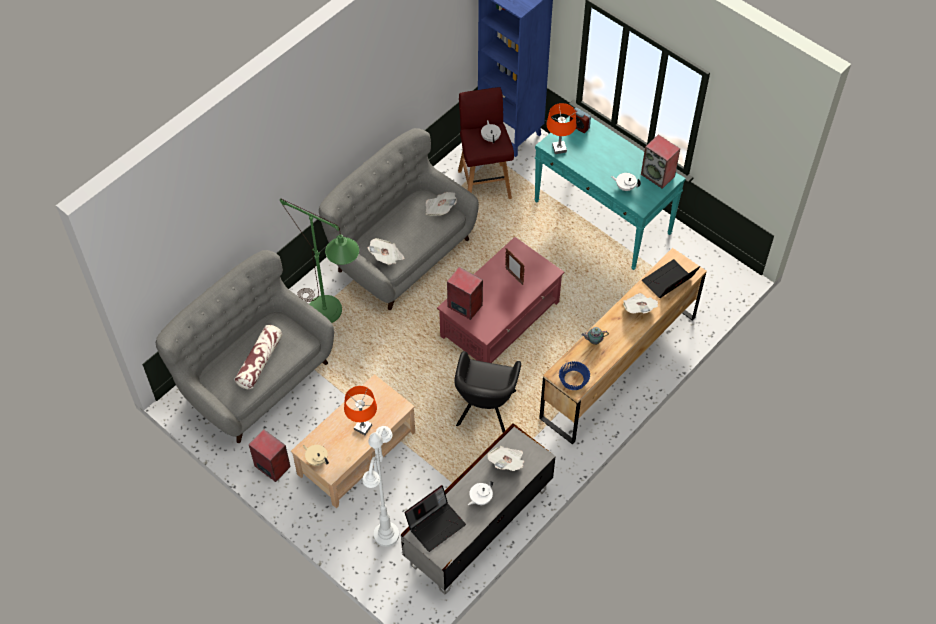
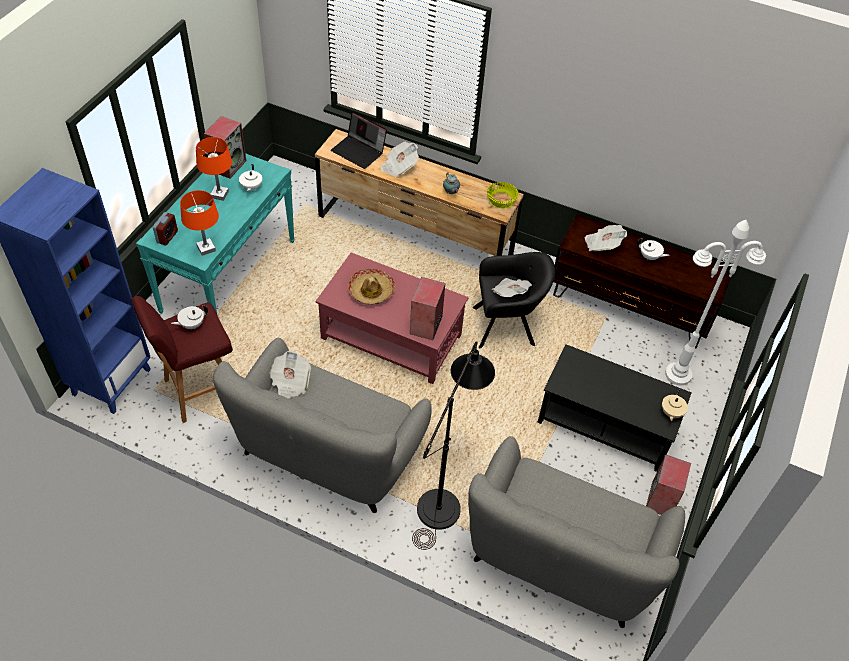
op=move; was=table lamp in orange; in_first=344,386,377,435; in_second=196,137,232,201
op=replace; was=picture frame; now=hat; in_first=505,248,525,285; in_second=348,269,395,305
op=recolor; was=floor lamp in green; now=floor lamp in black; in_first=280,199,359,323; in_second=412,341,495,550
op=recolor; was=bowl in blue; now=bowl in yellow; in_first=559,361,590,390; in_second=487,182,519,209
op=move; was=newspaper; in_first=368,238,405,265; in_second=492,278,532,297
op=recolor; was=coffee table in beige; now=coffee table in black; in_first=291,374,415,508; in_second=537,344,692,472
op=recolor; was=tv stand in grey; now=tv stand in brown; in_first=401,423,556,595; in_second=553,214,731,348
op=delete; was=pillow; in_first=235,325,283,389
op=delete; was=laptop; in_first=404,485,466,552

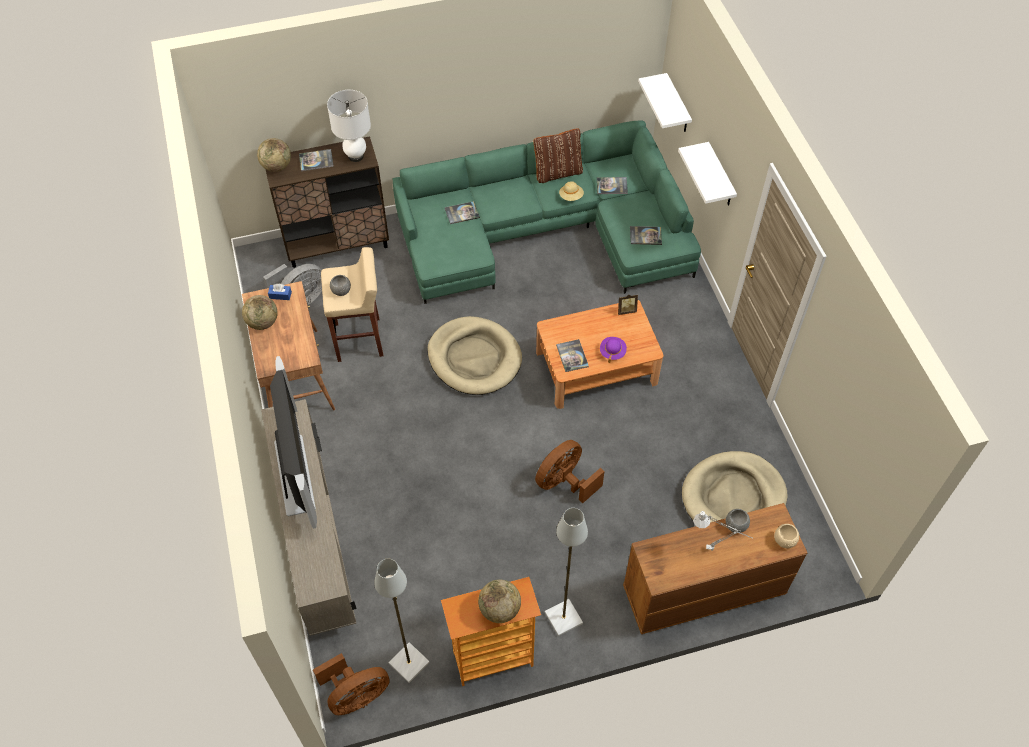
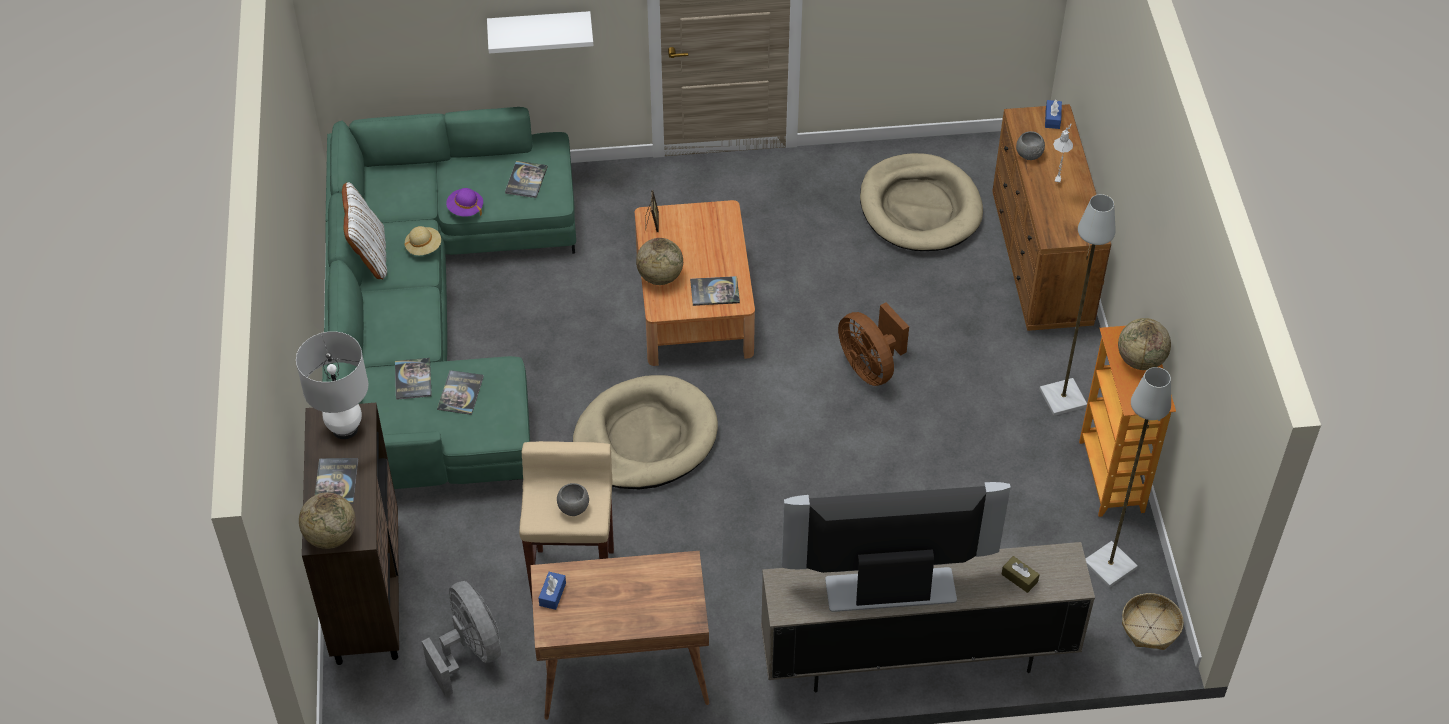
op=recolor; was=pillow in brown; now=pillow in white; in_first=533,129,583,183; in_second=342,182,387,279
op=move; was=book; in_first=597,177,628,194; in_second=437,370,484,415
op=move; was=hat in purple; in_first=600,337,627,363; in_second=446,188,483,217
op=move; was=globe; in_first=242,295,278,330; in_second=636,238,683,285
op=insert; now=tissue box in brown; in_second=1001,556,1040,593
op=replace; was=bowl in beige; now=tissue box in blue; in_first=774,524,799,548; in_second=1045,100,1062,129
op=replace; was=fan in brown; now=basket; in_first=313,653,390,715; in_second=1122,593,1184,650
op=delete; was=shelf in white; in_first=638,73,692,132

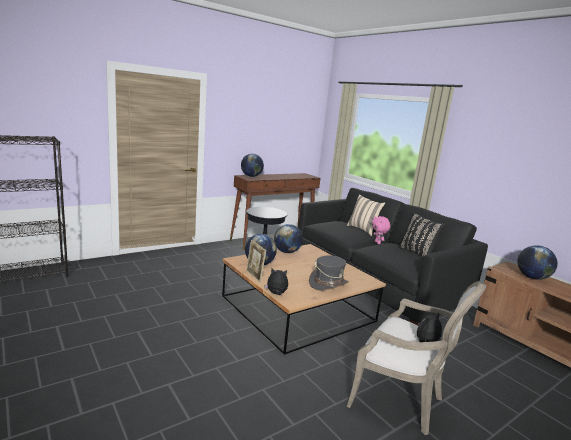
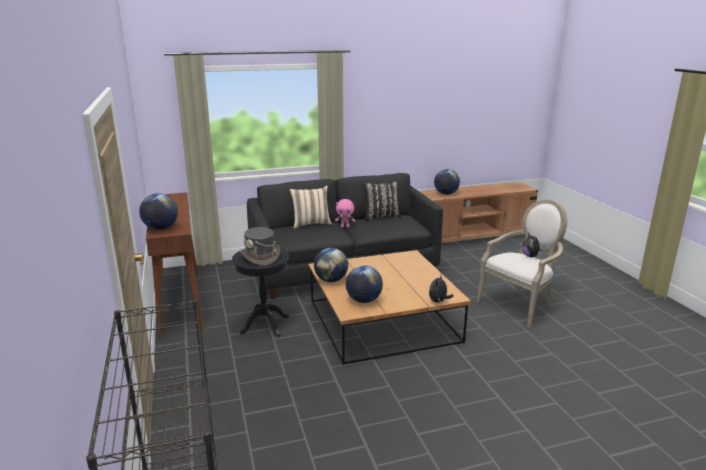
op=move; was=hat in grey; in_first=309,255,349,291; in_second=240,227,280,266
op=delete; was=picture frame; in_first=246,240,266,282

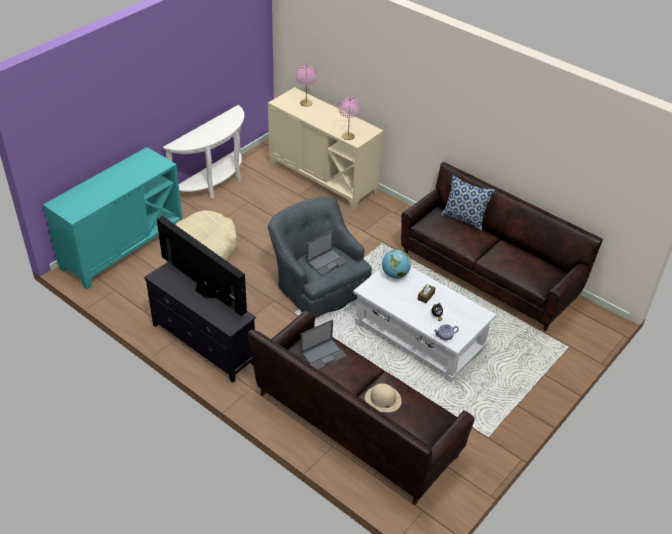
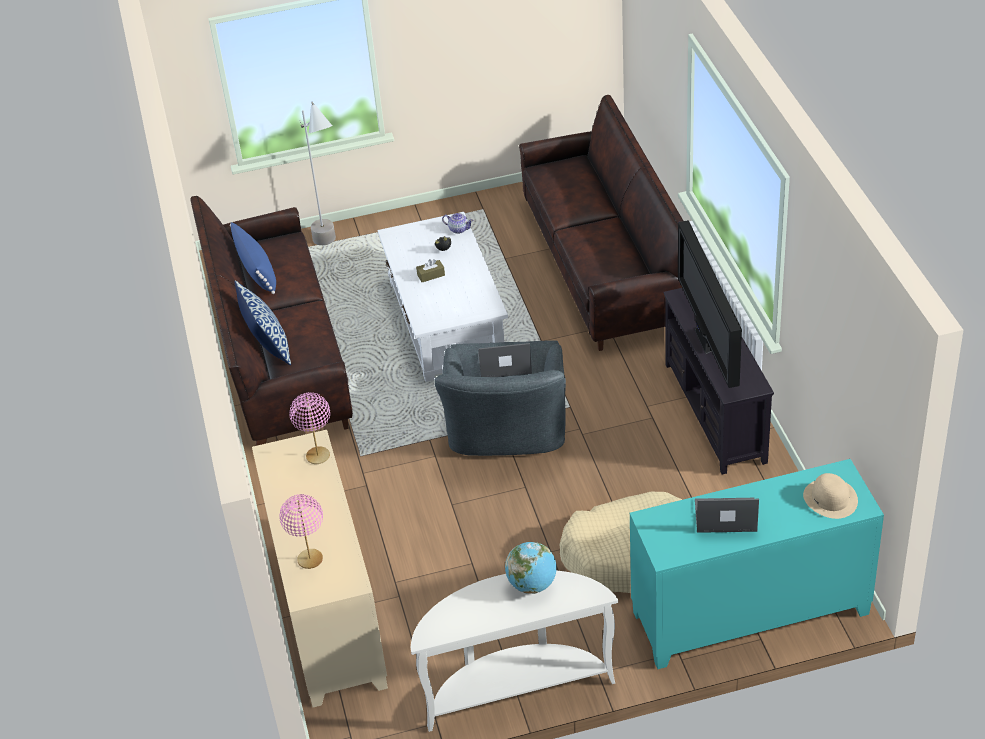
op=insert; now=pillow in blue; in_second=230,222,276,294
op=insert; now=floor lamp in grey; in_second=300,102,336,245
op=move; was=globe; in_first=382,249,411,279; in_second=505,542,557,594
op=move; was=laptop; in_first=300,319,347,370; in_second=695,498,759,533
op=move; was=hat in beige; in_first=365,383,402,413; in_second=803,473,858,519

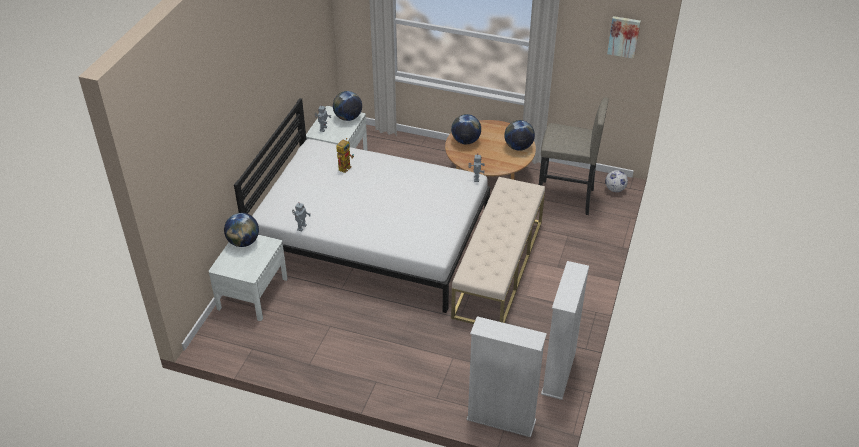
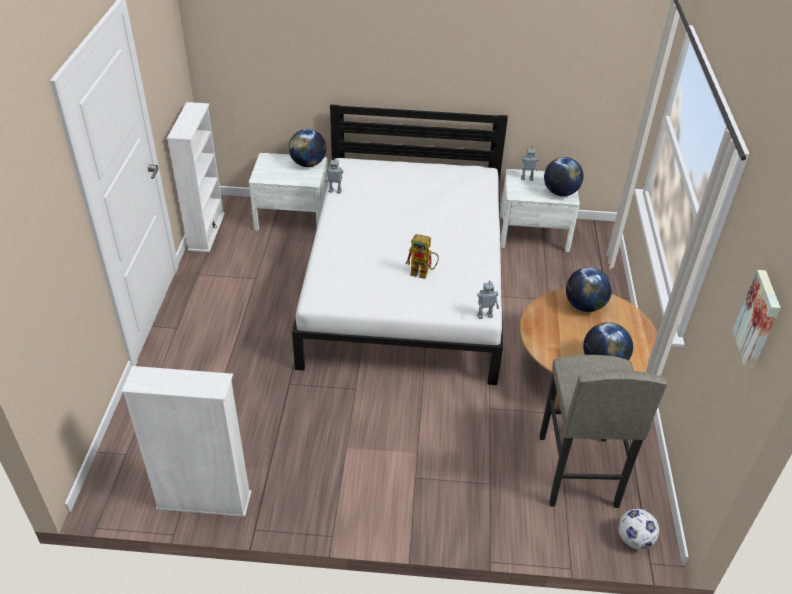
op=move; was=bookcase in white; in_first=467,316,547,437; in_second=167,102,225,252
op=move; was=toy robot; in_first=336,138,354,173; in_second=406,234,439,279
op=delete; was=bench in beige; in_first=451,177,545,324

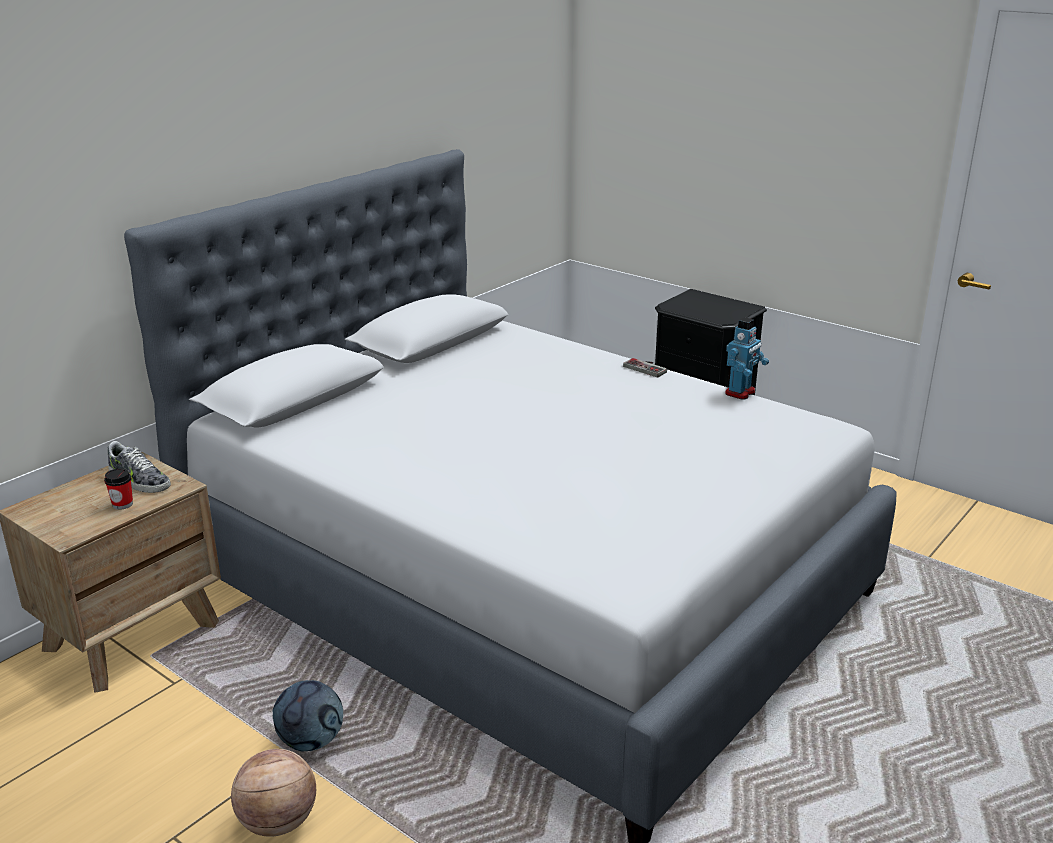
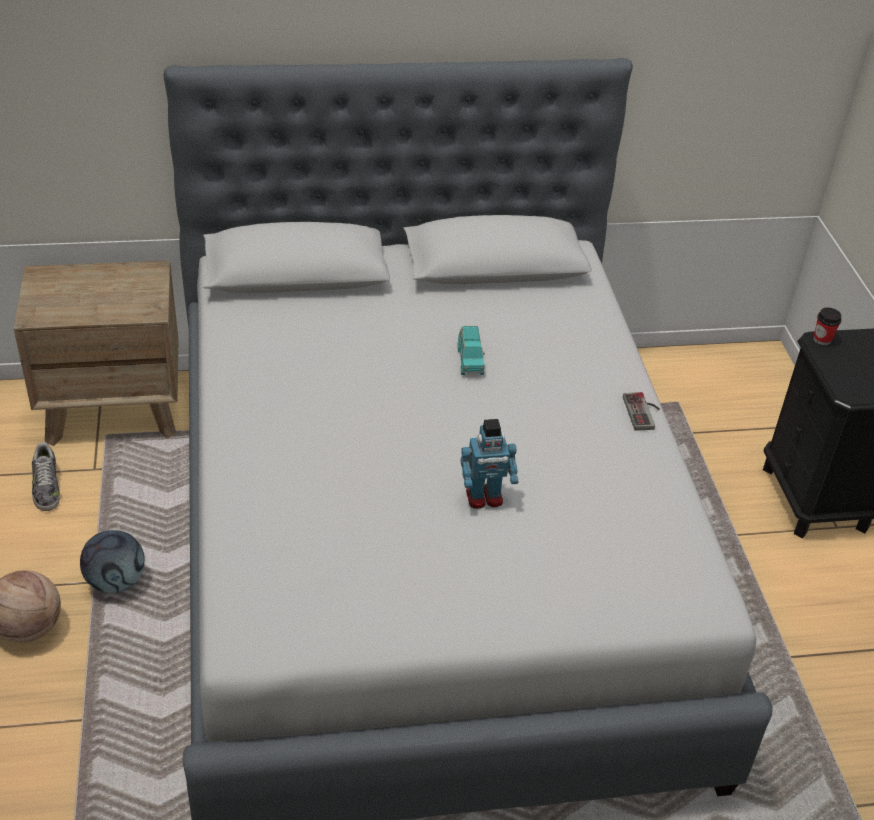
op=move; was=shoe; in_first=108,441,171,493; in_second=32,442,60,511
op=insert; now=toy car in turquoise; in_second=457,326,485,375
op=move; was=toy robot; in_first=725,317,769,400; in_second=461,419,519,509
op=move; was=cup; in_first=104,468,133,510; in_second=813,308,842,345

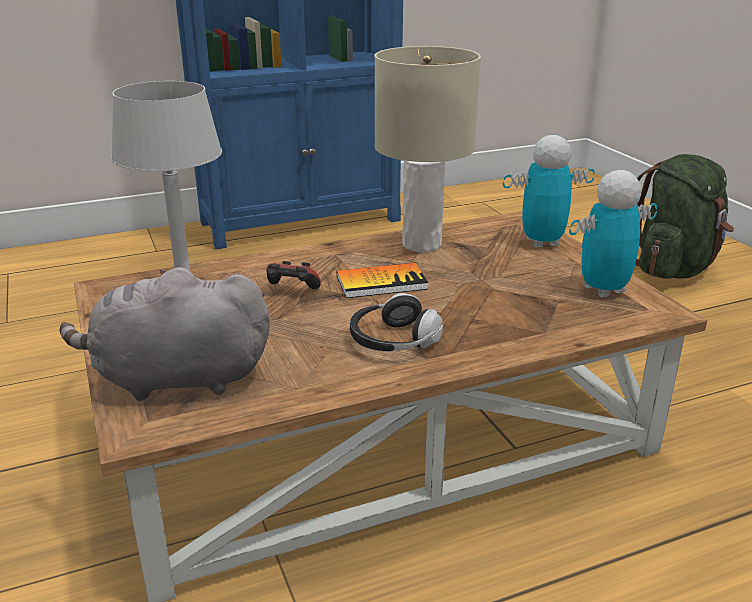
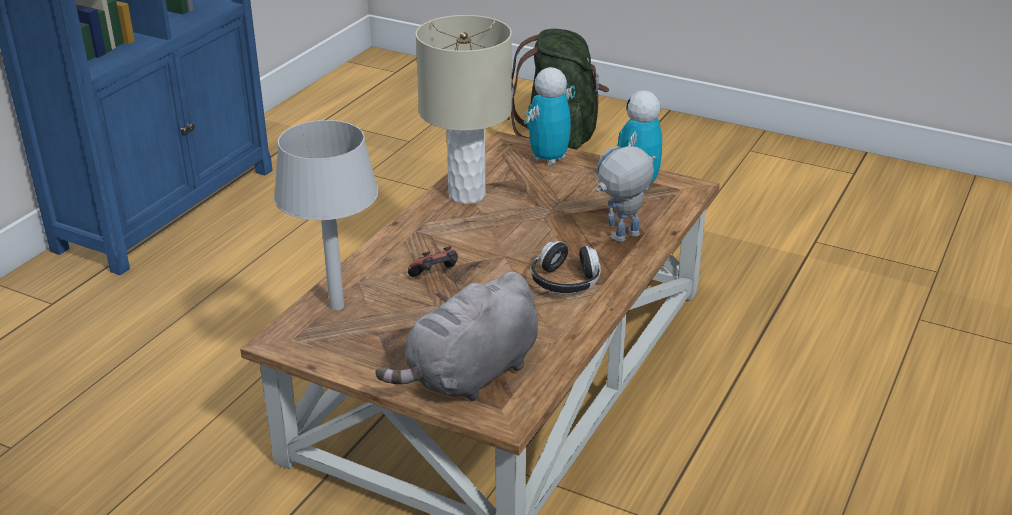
op=insert; now=toy robot; in_second=596,146,656,242
op=delete; was=book; in_first=337,263,428,298

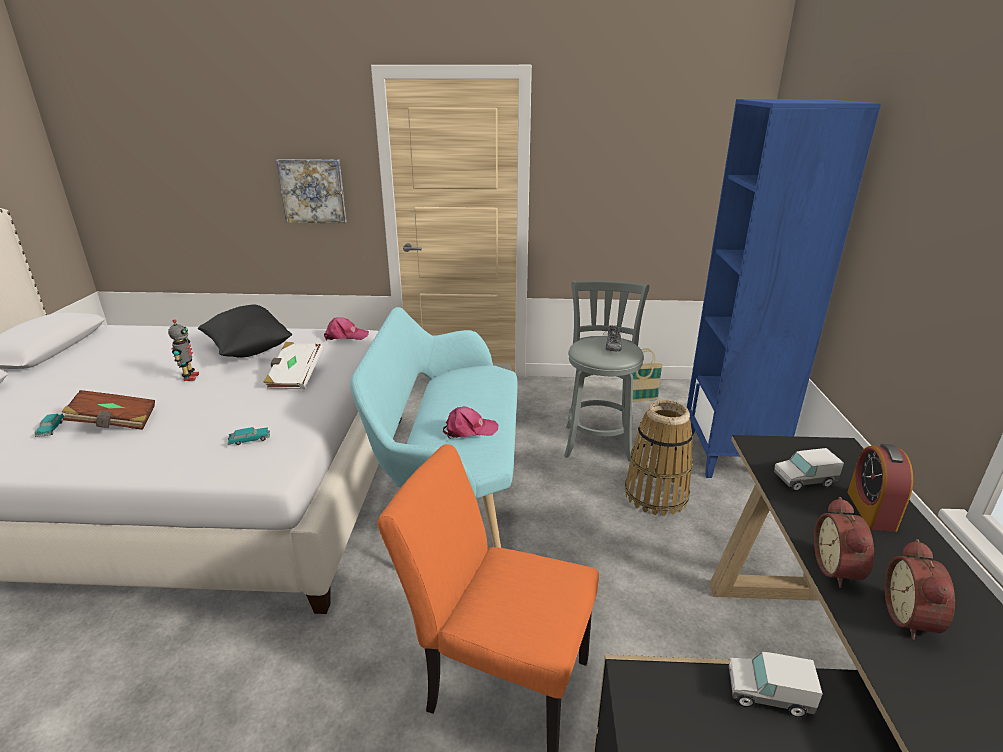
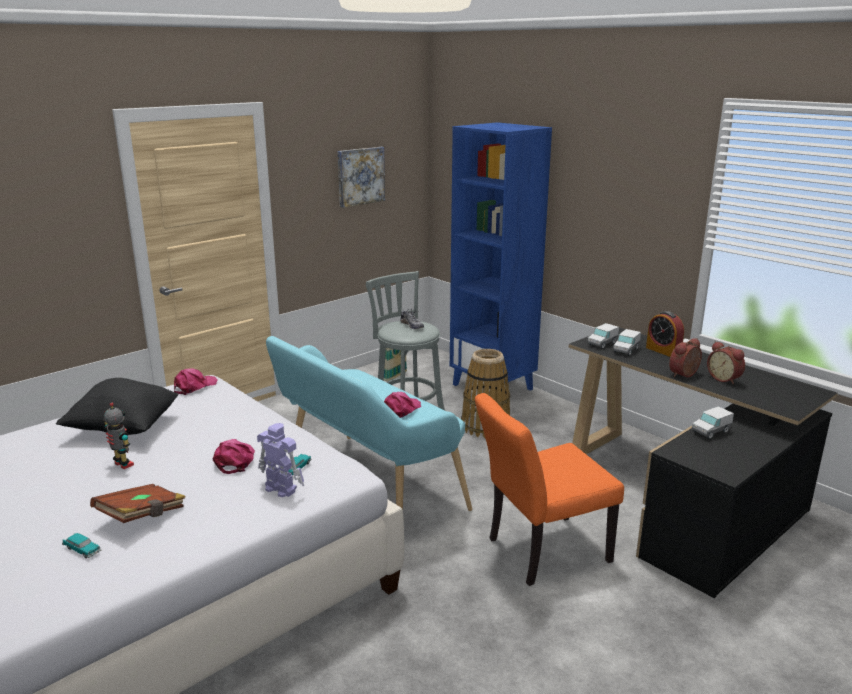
op=insert; now=cap in pink; in_second=213,439,255,474
op=insert; now=toy robot; in_second=257,423,304,497
op=move; was=picture; in_first=276,159,347,223; in_second=338,147,385,208
op=insert; now=toy truck; in_second=588,323,619,349
op=rotate; was=alarm clock; in_first=814,497,874,588; in_second=669,338,702,377; clockwise=90
op=delete; was=book in white; in_first=263,342,323,389

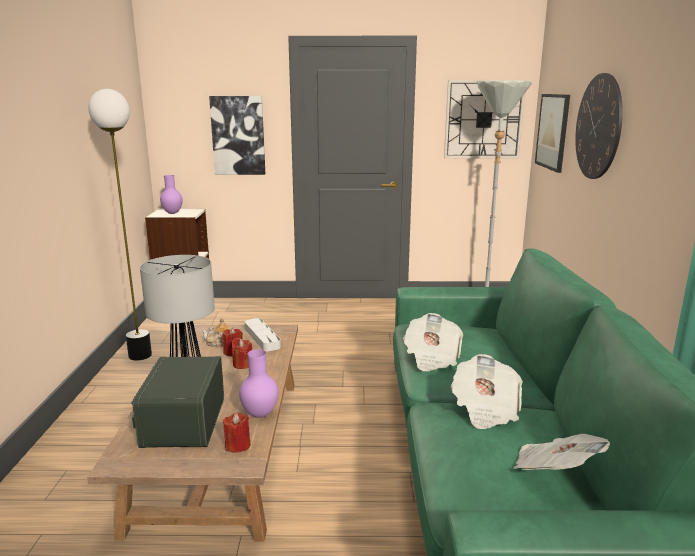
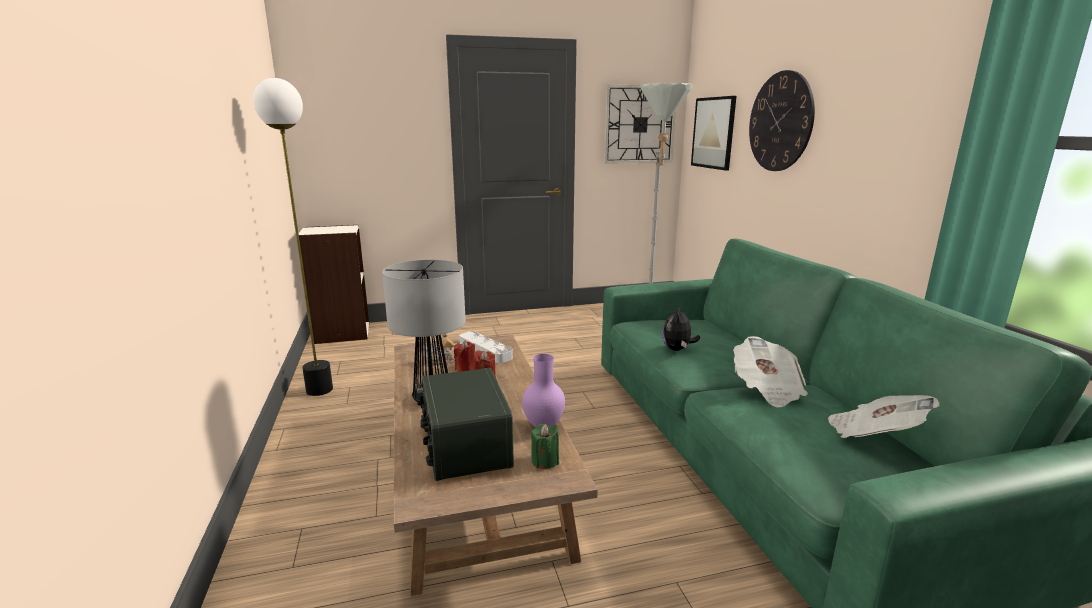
op=recolor; was=candle in red; now=candle in green; in_first=223,412,250,453; in_second=531,424,559,469
op=replace; was=newspaper; now=plush toy; in_first=403,313,464,371; in_second=662,306,700,351
op=delete; was=vase in purple; in_first=160,175,183,214
op=delete; was=picture; in_first=209,96,265,175

